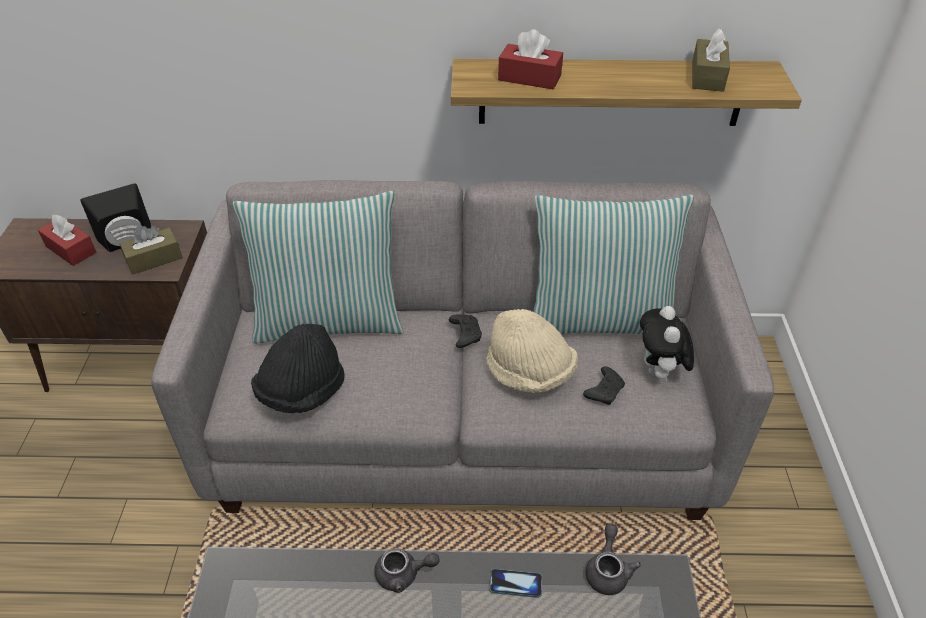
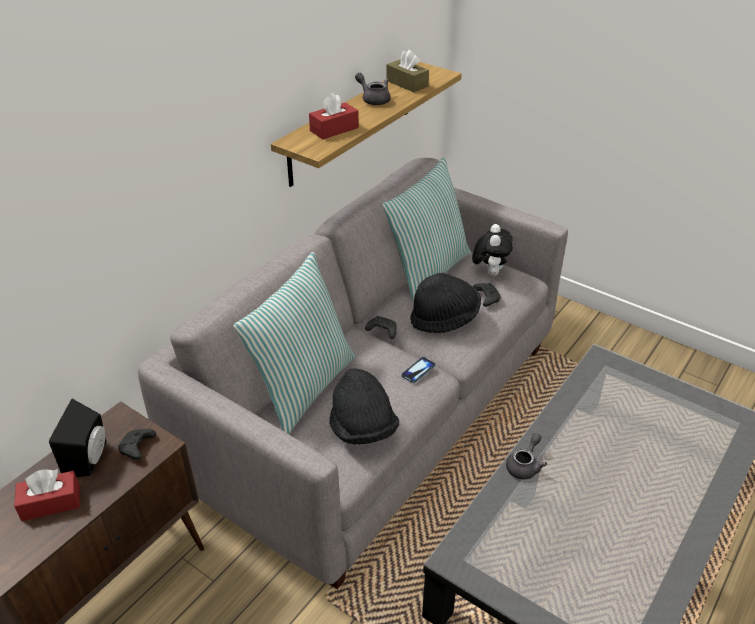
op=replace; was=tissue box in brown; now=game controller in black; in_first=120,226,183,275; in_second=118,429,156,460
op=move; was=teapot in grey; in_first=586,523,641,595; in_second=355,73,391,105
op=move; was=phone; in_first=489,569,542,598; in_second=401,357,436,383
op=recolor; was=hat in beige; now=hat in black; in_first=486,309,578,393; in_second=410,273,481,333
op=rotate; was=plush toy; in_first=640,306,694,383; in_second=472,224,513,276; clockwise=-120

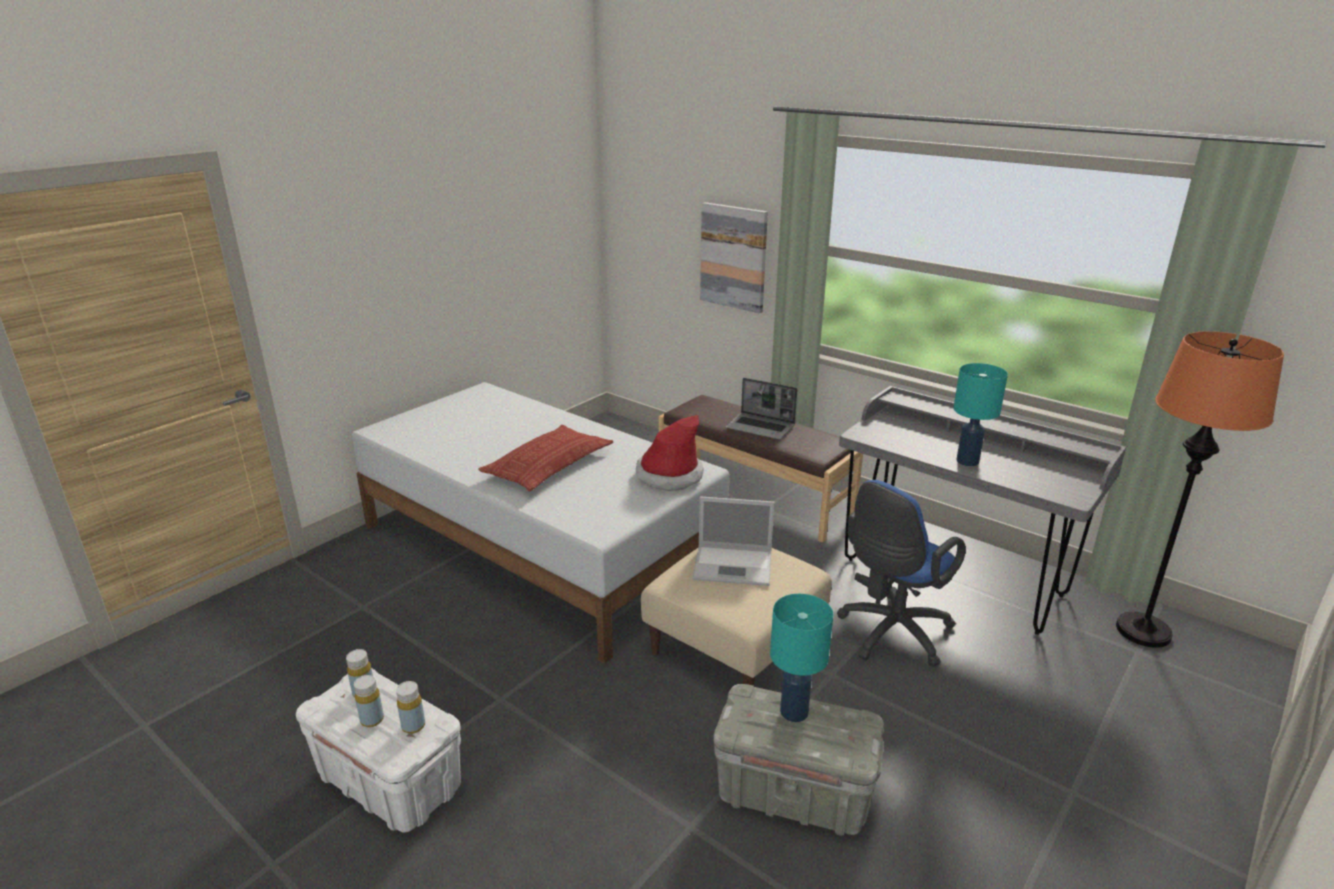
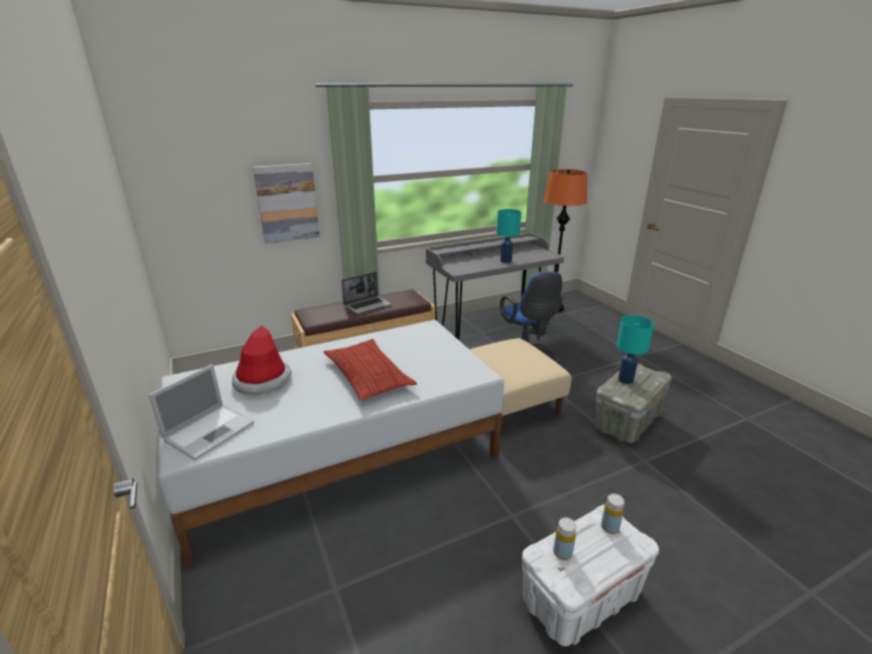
op=move; was=laptop; in_first=692,496,775,586; in_second=148,364,254,460
op=move; was=hat; in_first=636,415,704,491; in_second=232,326,292,394
op=delete; was=bottle in yellow; in_first=354,675,384,727

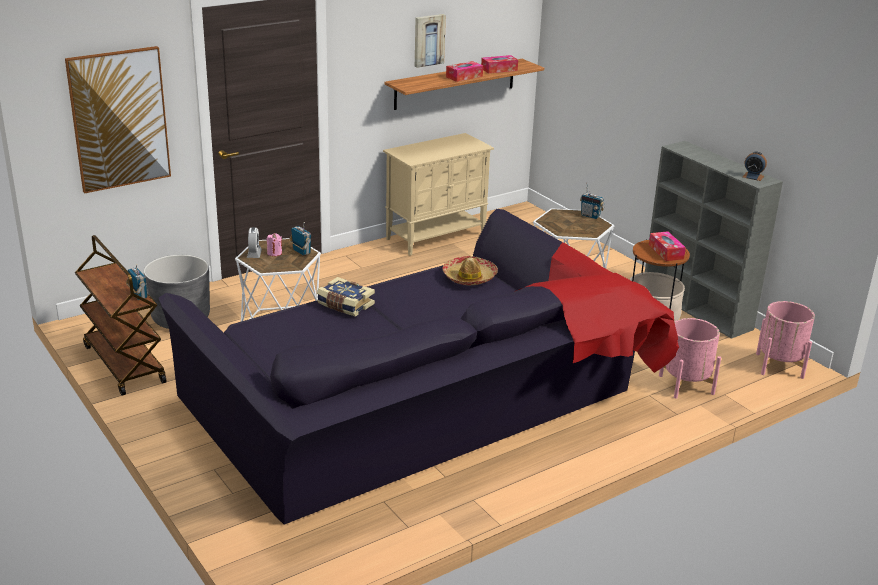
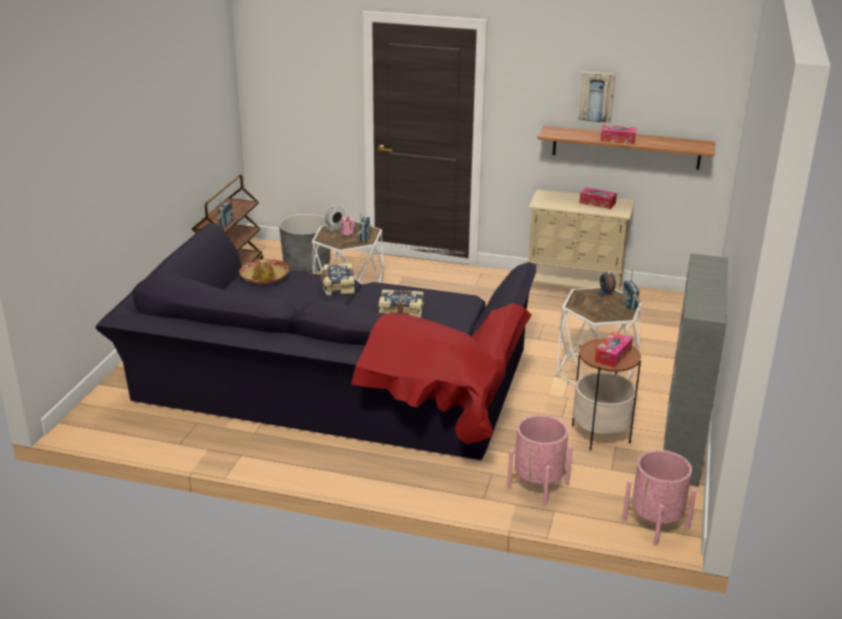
op=move; was=hat; in_first=442,256,498,285; in_second=239,259,289,284
op=insert; now=book; in_second=378,290,424,318
op=move; was=tissue box; in_first=481,55,518,73; in_second=579,187,617,209
op=move; was=alarm clock; in_first=743,152,767,181; in_second=597,272,616,299
op=delete; was=picture; in_first=65,46,171,193

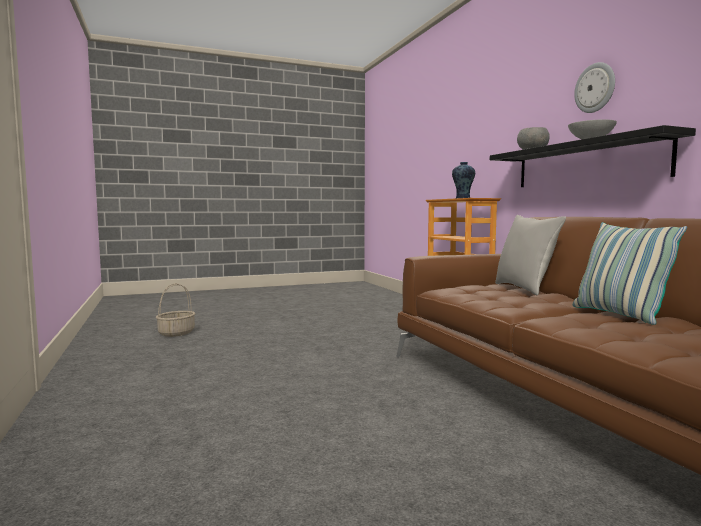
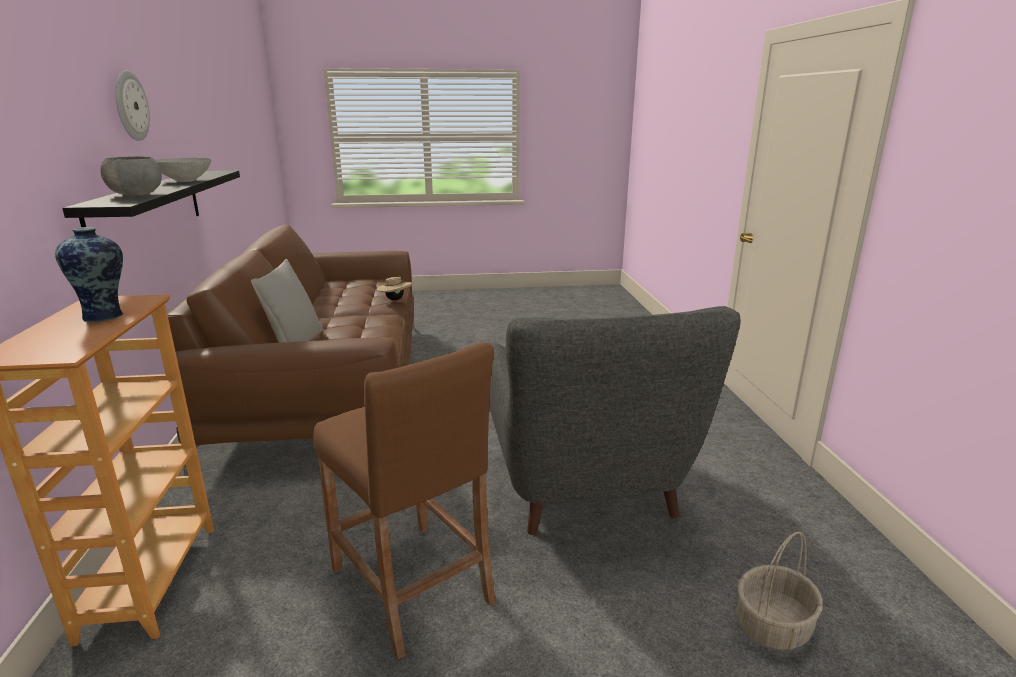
op=insert; now=stool in brown; in_second=313,343,496,660
op=insert; now=hat in beige; in_second=377,275,412,300
op=insert; now=armchair in grey; in_second=489,306,741,535
op=delete; was=pillow; in_first=573,222,687,325

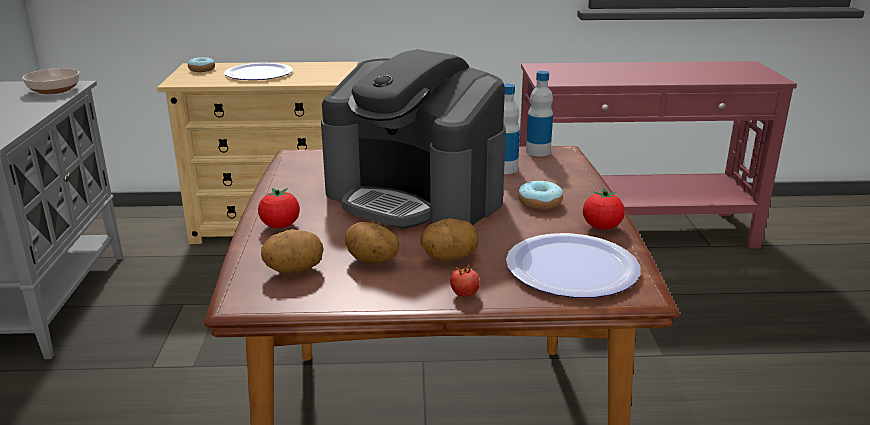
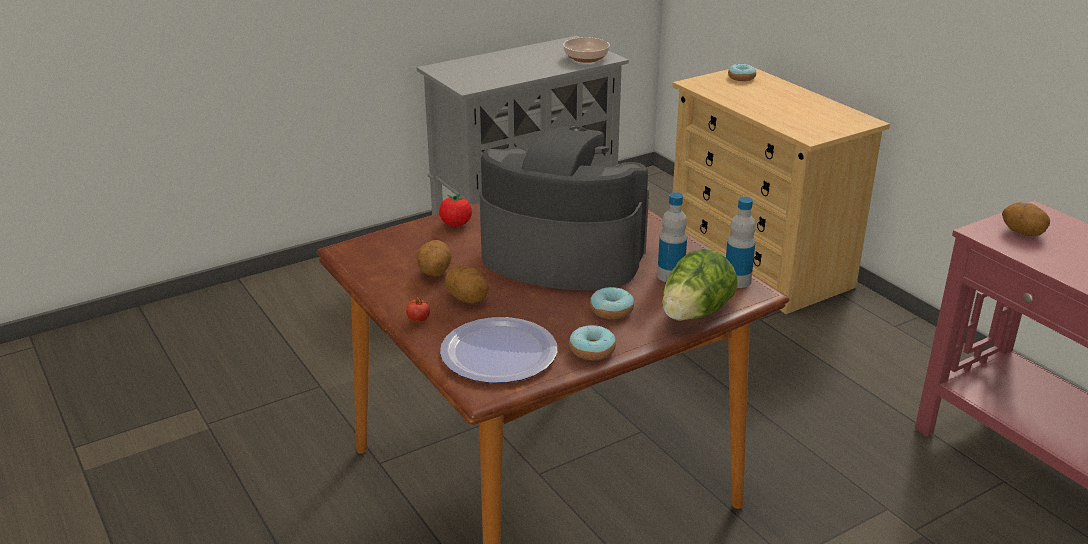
op=rotate; was=coffee machine; in_first=321,49,506,229; in_second=479,126,649,290; clockwise=105
op=replace; was=tomato; now=donut; in_first=583,188,625,230; in_second=569,325,616,360
op=insert; now=lettuce; in_second=662,249,738,321
op=move; was=potato; in_first=261,229,324,274; in_second=1002,203,1050,236
op=delete; was=plate; in_first=224,63,293,80

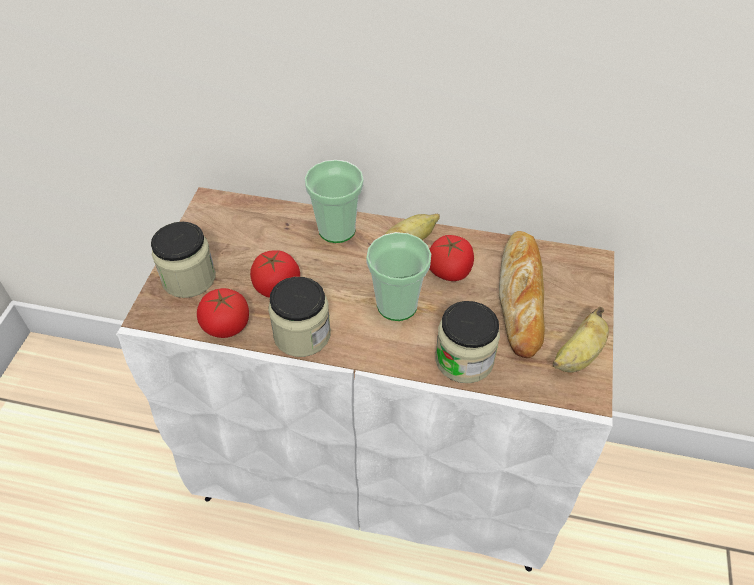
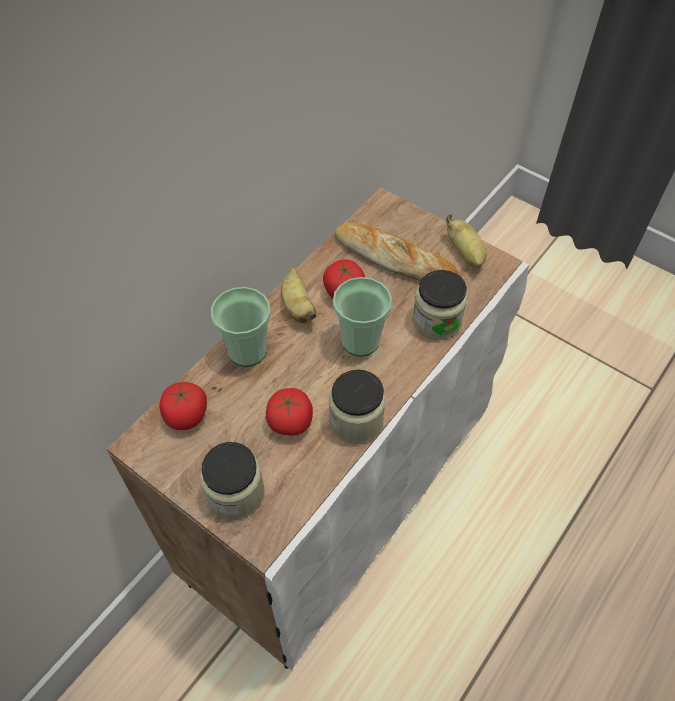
op=move; was=tomato; in_first=197,288,249,338; in_second=159,382,207,430

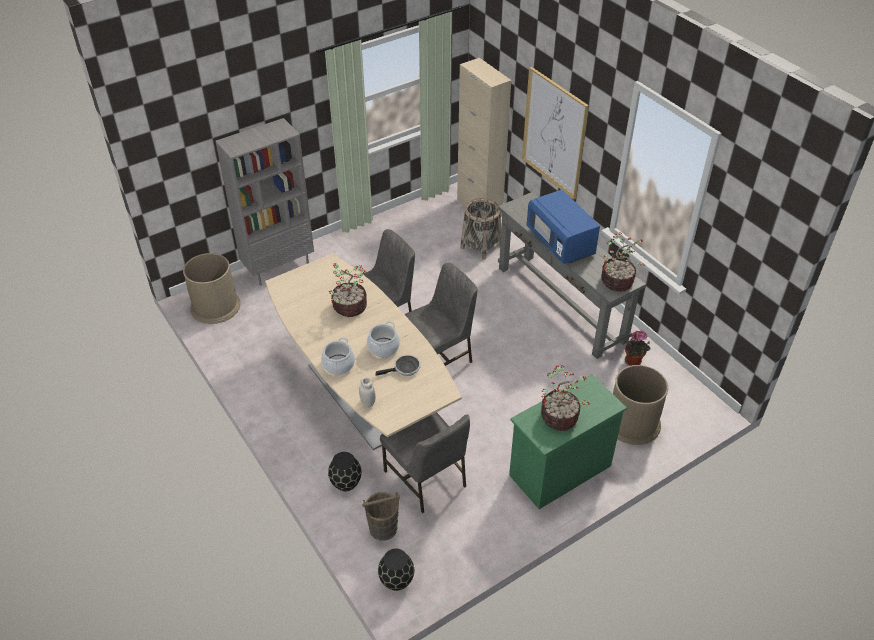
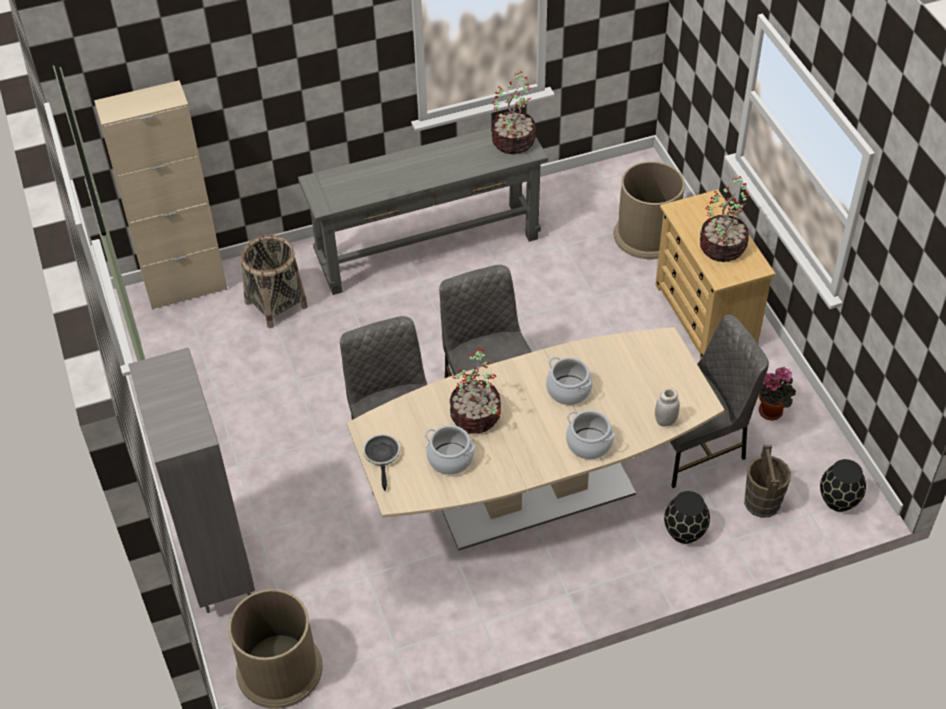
op=move; was=frying pan; in_first=376,355,421,376; in_second=363,434,400,491
op=insert; now=cooking pot; in_second=425,425,475,475
op=recolor; was=dresser in green; now=dresser in beige; in_first=509,374,627,509; in_second=655,190,776,359
op=move; was=potted plant; in_first=625,330,651,366; in_second=759,367,796,420
op=delete; was=picture; in_first=522,67,589,200
op=delete; was=microwave in blue; in_first=527,190,600,264

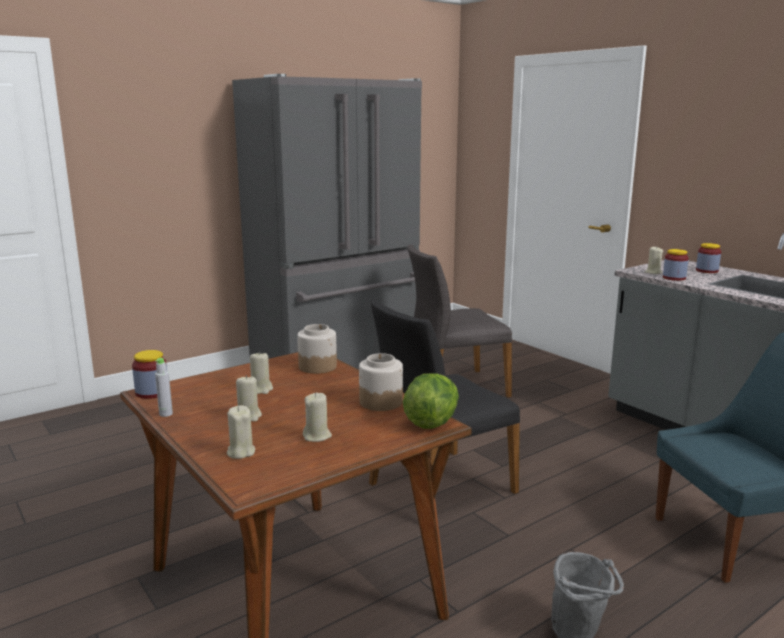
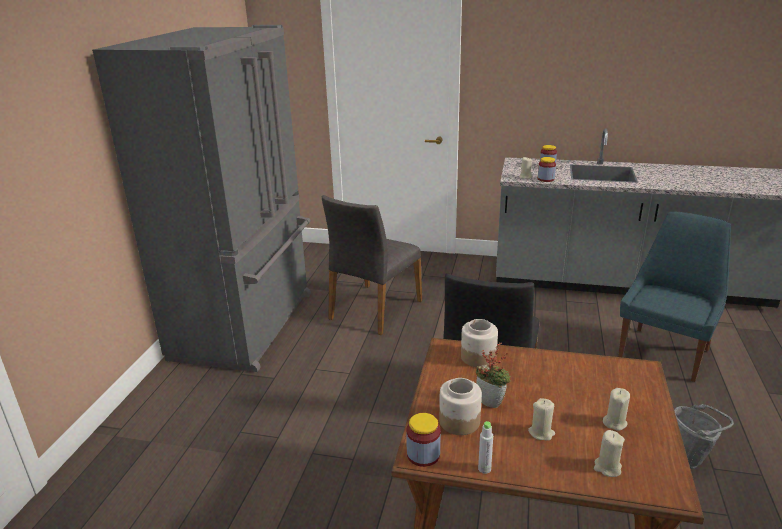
op=move; was=jar; in_first=359,353,403,411; in_second=439,378,482,435
op=replace; was=candle in beige; now=potted plant; in_first=250,352,273,394; in_second=476,343,511,408
op=delete; was=lettuce; in_first=403,373,459,429

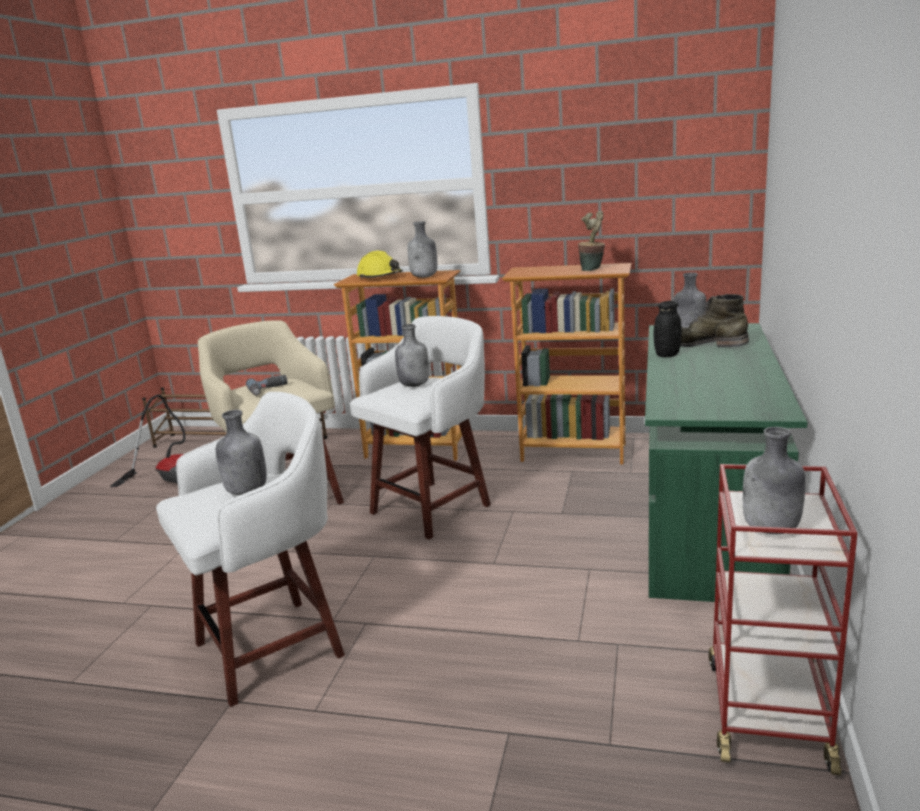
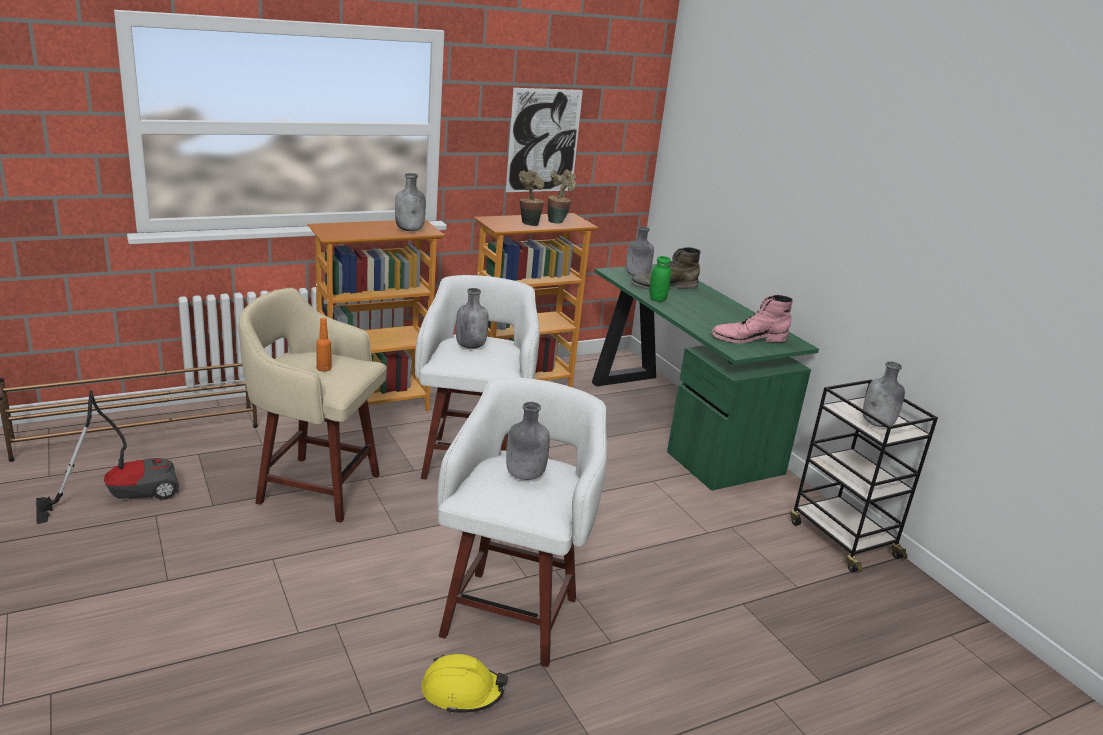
op=replace; was=power drill; now=bottle in orange; in_first=246,375,288,395; in_second=316,318,332,372
op=move; was=hard hat in yellow; in_first=357,251,403,279; in_second=421,654,508,714
op=insert; now=picture; in_second=506,88,583,192
op=insert; now=potted plant; in_second=519,170,544,226
op=recolor; was=jar in black; now=jar in green; in_first=654,301,682,357; in_second=649,256,671,302
op=insert; now=boot in pink; in_second=711,295,793,343
op=recolor; was=cart in red; now=cart in black; in_first=709,464,858,775; in_second=790,380,938,573

